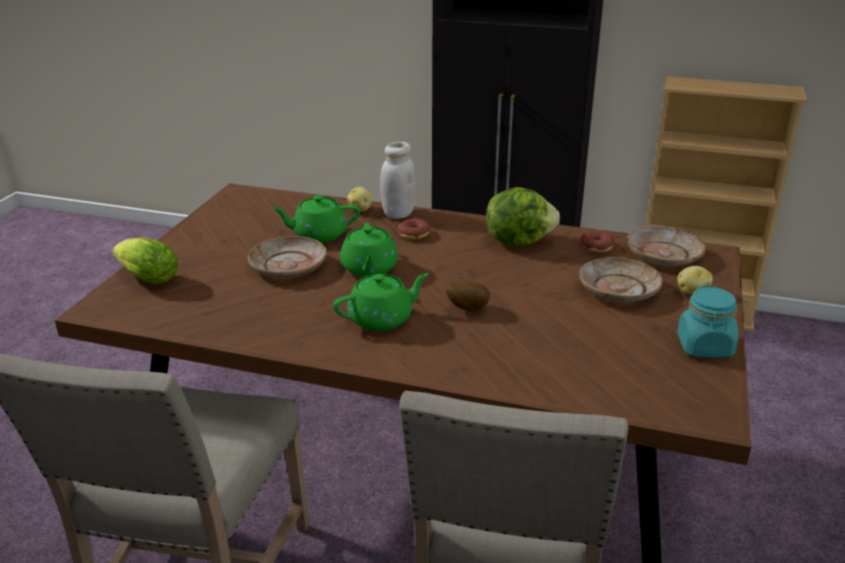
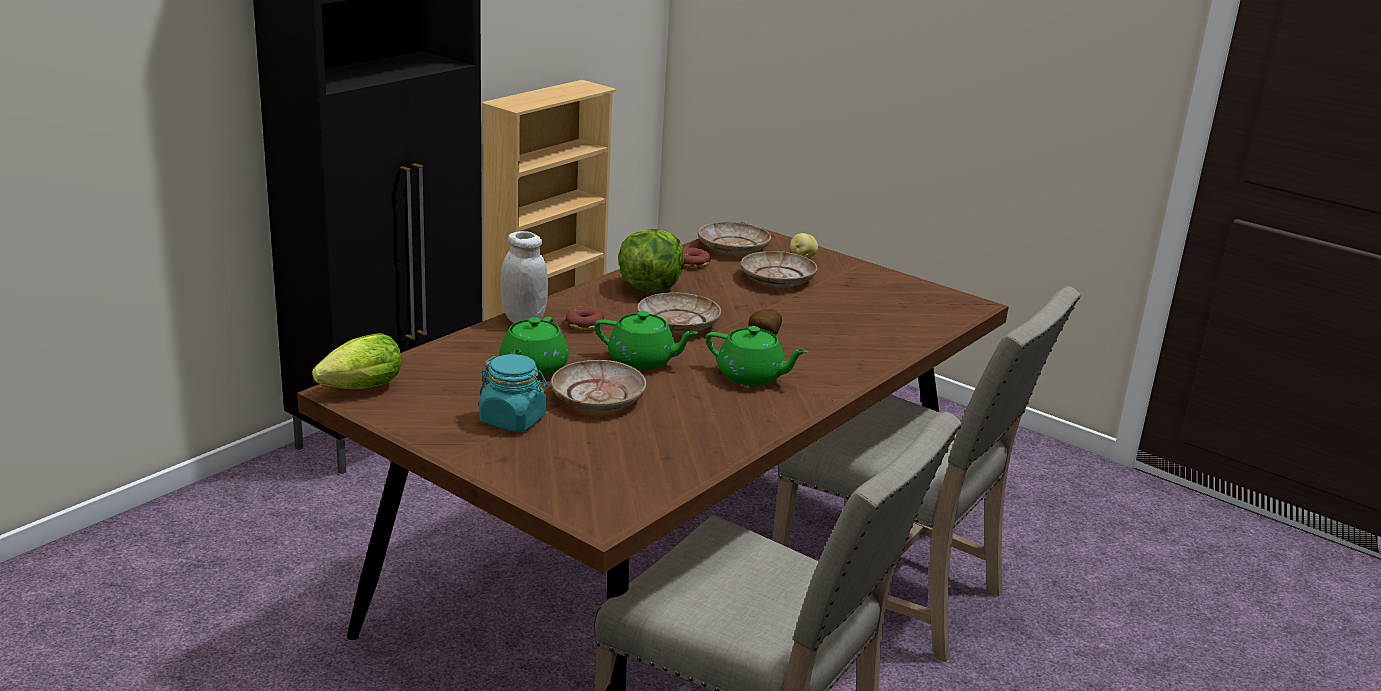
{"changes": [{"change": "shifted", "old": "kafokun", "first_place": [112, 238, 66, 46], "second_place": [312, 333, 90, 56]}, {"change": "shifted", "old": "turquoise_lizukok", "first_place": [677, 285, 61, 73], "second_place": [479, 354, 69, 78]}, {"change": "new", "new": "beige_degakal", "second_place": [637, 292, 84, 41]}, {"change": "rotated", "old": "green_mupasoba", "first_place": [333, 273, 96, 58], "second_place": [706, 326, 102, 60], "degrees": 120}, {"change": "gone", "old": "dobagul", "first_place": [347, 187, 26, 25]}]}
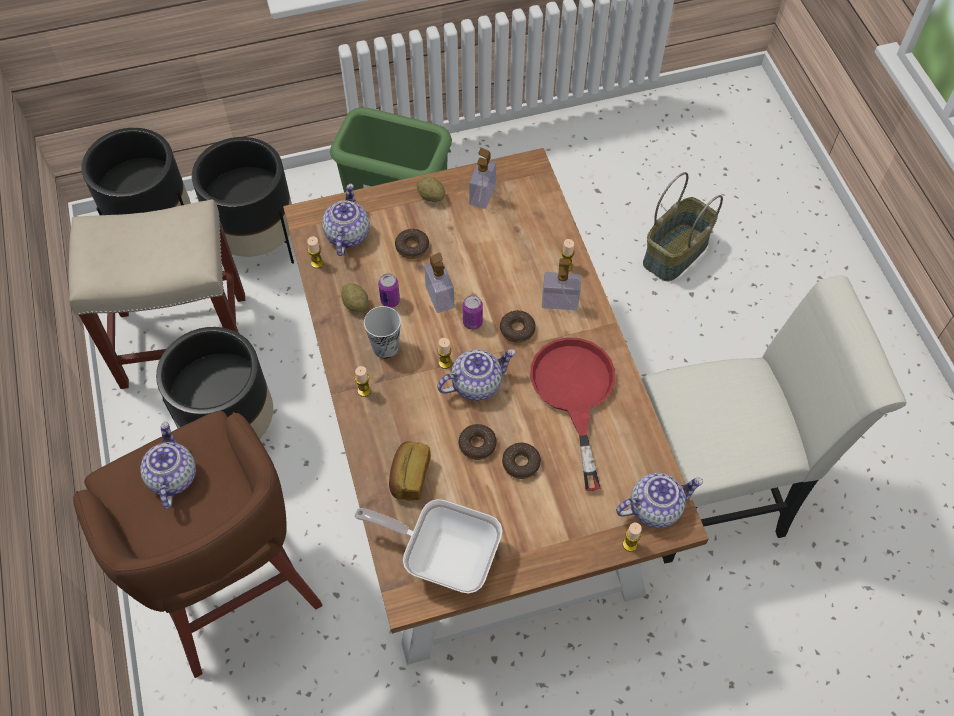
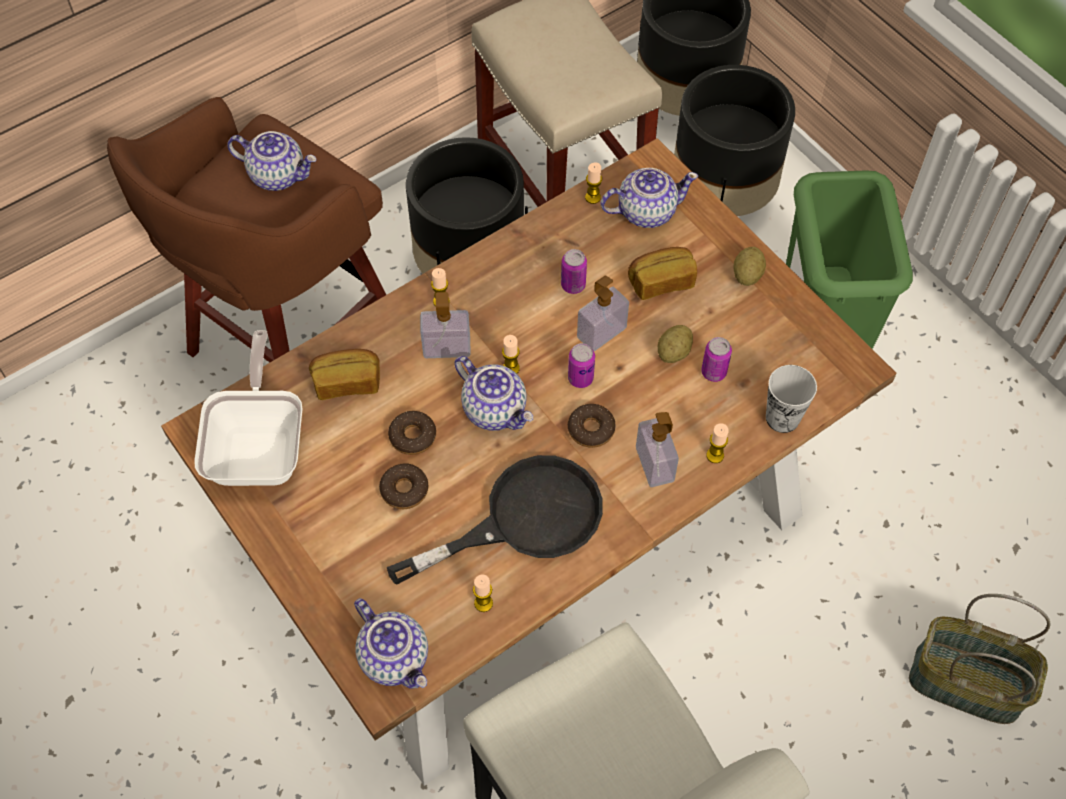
{"changes": [{"change": "rotated", "old": "mupasoba", "first_place": [140, 422, 56, 87], "second_place": [227, 131, 90, 60], "degrees": 45}, {"change": "repainted", "old": "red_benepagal", "new": "black_benepagal", "first_place": [530, 337, 85, 154], "second_place": [387, 455, 216, 130]}, {"change": "shifted", "old": "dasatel", "first_place": [469, 148, 27, 61], "second_place": [420, 292, 51, 66]}, {"change": "shifted", "old": "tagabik", "first_place": [623, 523, 19, 29], "second_place": [473, 575, 20, 37]}, {"change": "swapped", "old": "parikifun", "new": "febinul", "first_place": [395, 229, 34, 30], "second_place": [628, 247, 69, 53]}, {"change": "shifted", "old": "dobagul", "first_place": [341, 283, 27, 29], "second_place": [658, 325, 35, 38]}, {"change": "new", "new": "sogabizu", "second_place": [701, 337, 31, 45]}, {"change": "shifted", "old": "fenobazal", "first_place": [364, 306, 37, 53], "second_place": [766, 365, 51, 68]}]}
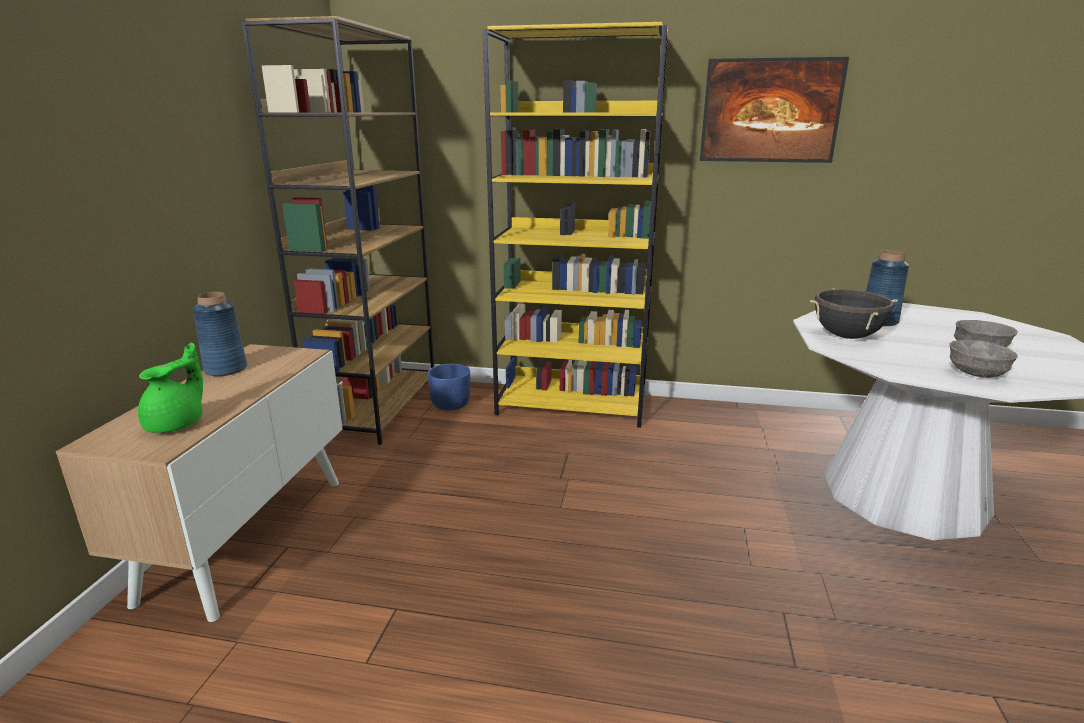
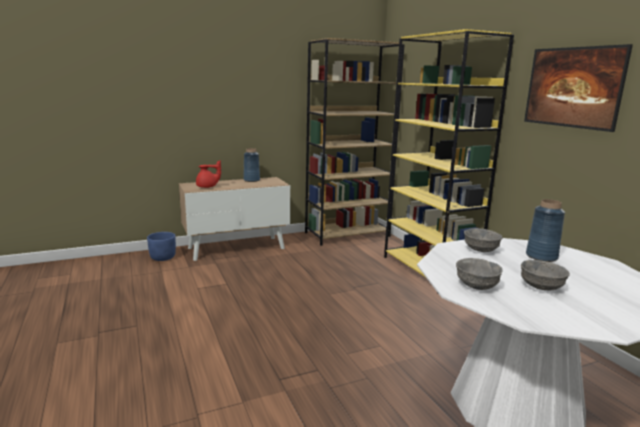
{"changes": [{"change": "shifted", "old": "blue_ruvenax", "first_place": [428, 364, 42, 47], "second_place": [147, 232, 29, 29]}, {"change": "repainted", "old": "green_mupasoba", "new": "red_mupasoba", "first_place": [138, 343, 65, 90], "second_place": [196, 160, 25, 28]}, {"change": "swapped", "old": "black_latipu", "new": "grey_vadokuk", "first_place": [810, 288, 88, 51], "second_place": [464, 228, 38, 24]}]}
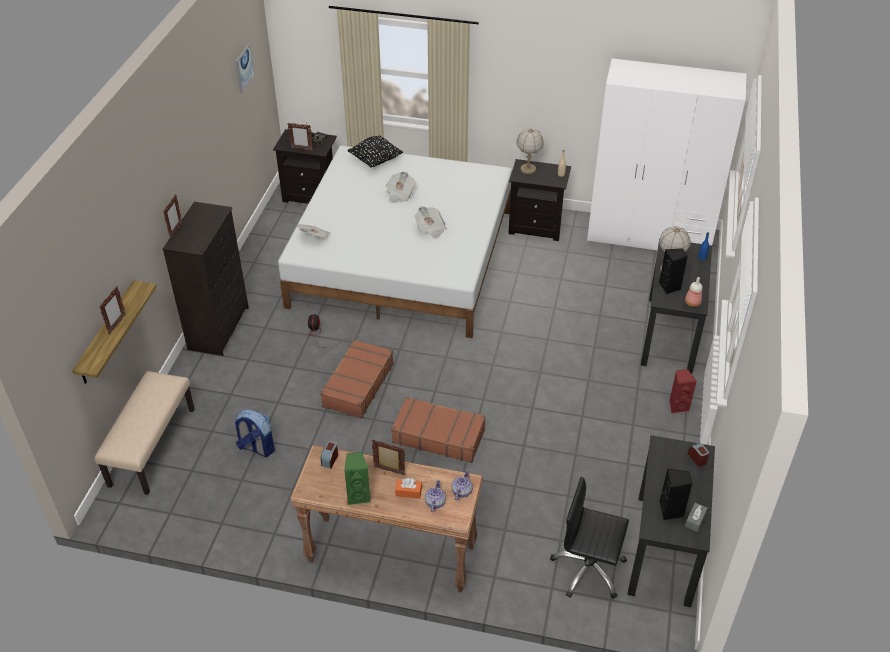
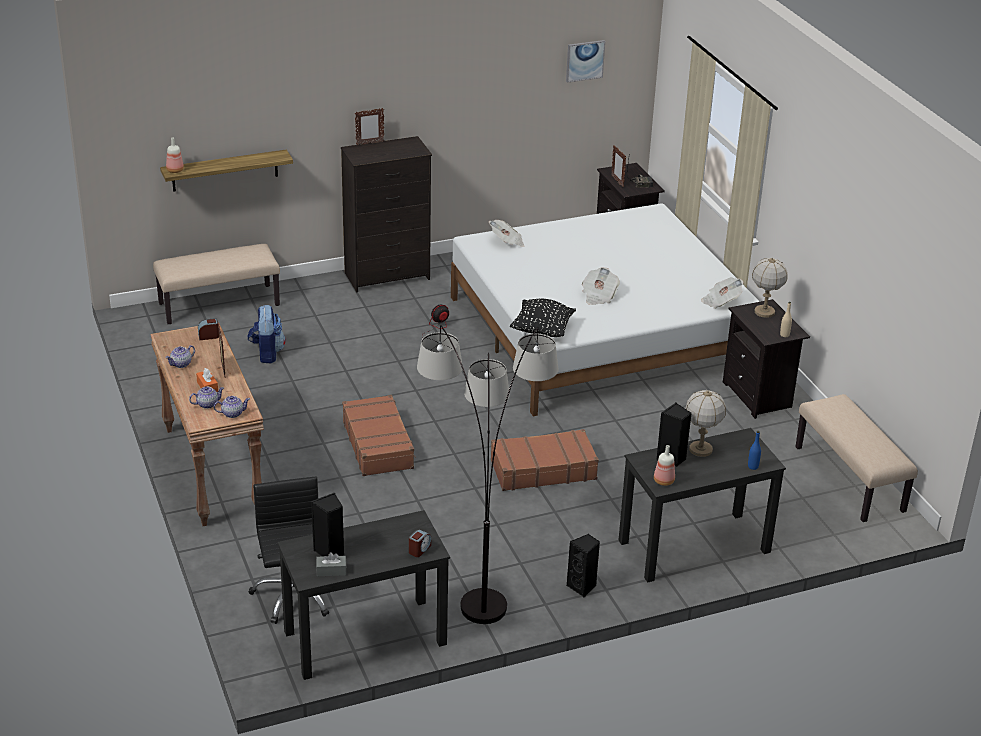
{"changes": [{"change": "swapped", "old": "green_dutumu", "new": "mupasoba", "first_place": [344, 452, 27, 53], "second_place": [165, 345, 30, 23]}, {"change": "new", "new": "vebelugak", "second_place": [166, 138, 18, 35]}, {"change": "new", "new": "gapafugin", "second_place": [417, 325, 141, 299]}, {"change": "shifted", "old": "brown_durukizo", "first_place": [320, 339, 74, 80], "second_place": [491, 429, 108, 62]}, {"change": "shifted", "old": "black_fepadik", "first_place": [348, 135, 55, 33], "second_place": [510, 299, 66, 38]}, {"change": "repainted", "old": "red_dutumu", "new": "black_dutumu", "first_place": [669, 369, 28, 44], "second_place": [566, 534, 34, 64]}, {"change": "shifted", "old": "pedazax", "first_place": [386, 171, 30, 32], "second_place": [701, 277, 43, 32]}, {"change": "swapped", "old": "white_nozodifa", "new": "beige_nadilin", "first_place": [587, 58, 160, 192], "second_place": [795, 394, 123, 128]}, {"change": "gone", "old": "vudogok", "first_place": [99, 286, 27, 48]}]}
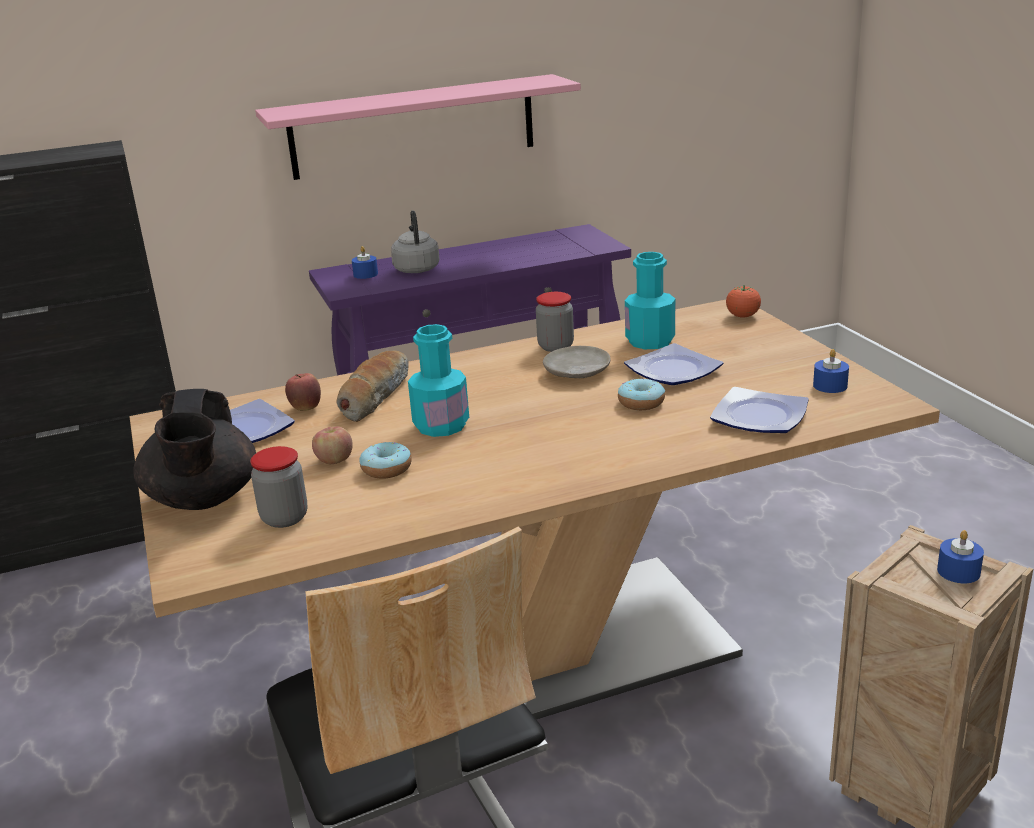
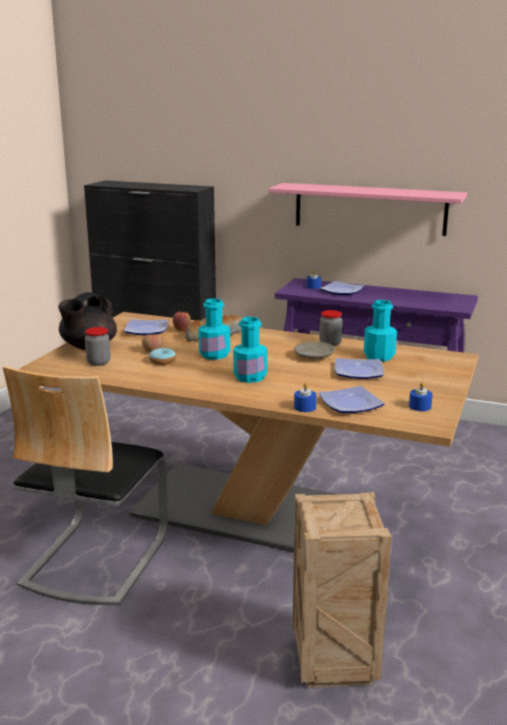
{"changes": [{"change": "new", "new": "turquoise_vebelugak", "second_place": [233, 317, 34, 66]}, {"change": "shifted", "old": "blue_tagabik", "first_place": [937, 530, 47, 53], "second_place": [294, 383, 23, 29]}, {"change": "swapped", "old": "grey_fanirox", "new": "degakal", "first_place": [391, 211, 49, 62], "second_place": [320, 281, 44, 14]}, {"change": "gone", "old": "parikifun", "first_place": [618, 379, 47, 31]}, {"change": "gone", "old": "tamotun", "first_place": [726, 286, 35, 32]}]}
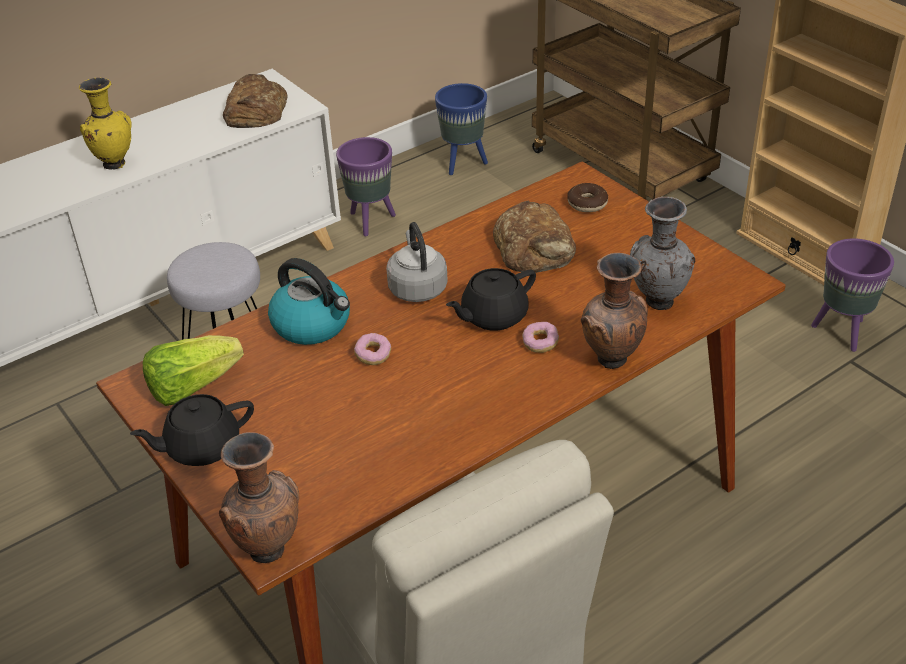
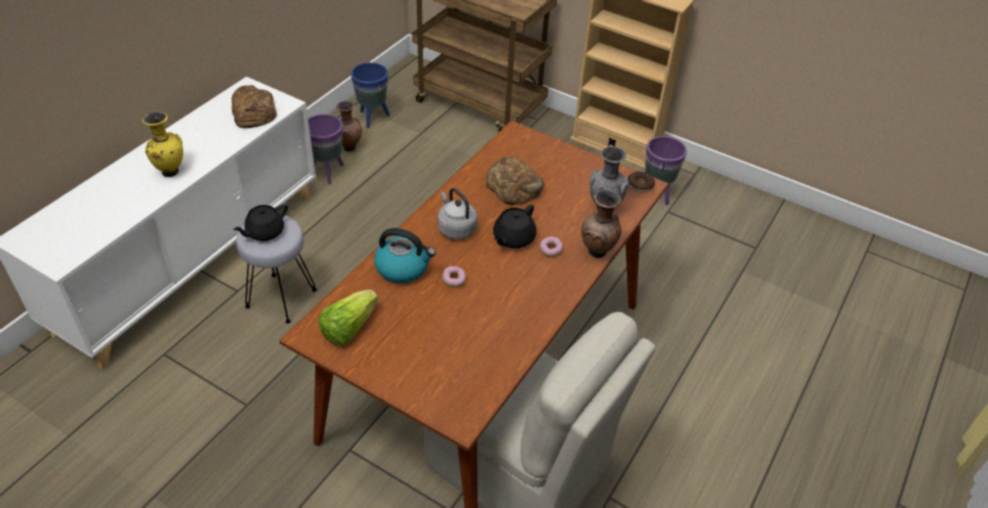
{"changes": [{"change": "shifted", "old": "black_mupasoba", "first_place": [130, 394, 124, 72], "second_place": [233, 204, 55, 37]}, {"change": "shifted", "old": "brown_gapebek", "first_place": [219, 432, 80, 131], "second_place": [336, 101, 26, 50]}, {"change": "shifted", "old": "parikifun", "first_place": [567, 183, 41, 29], "second_place": [628, 171, 27, 22]}]}
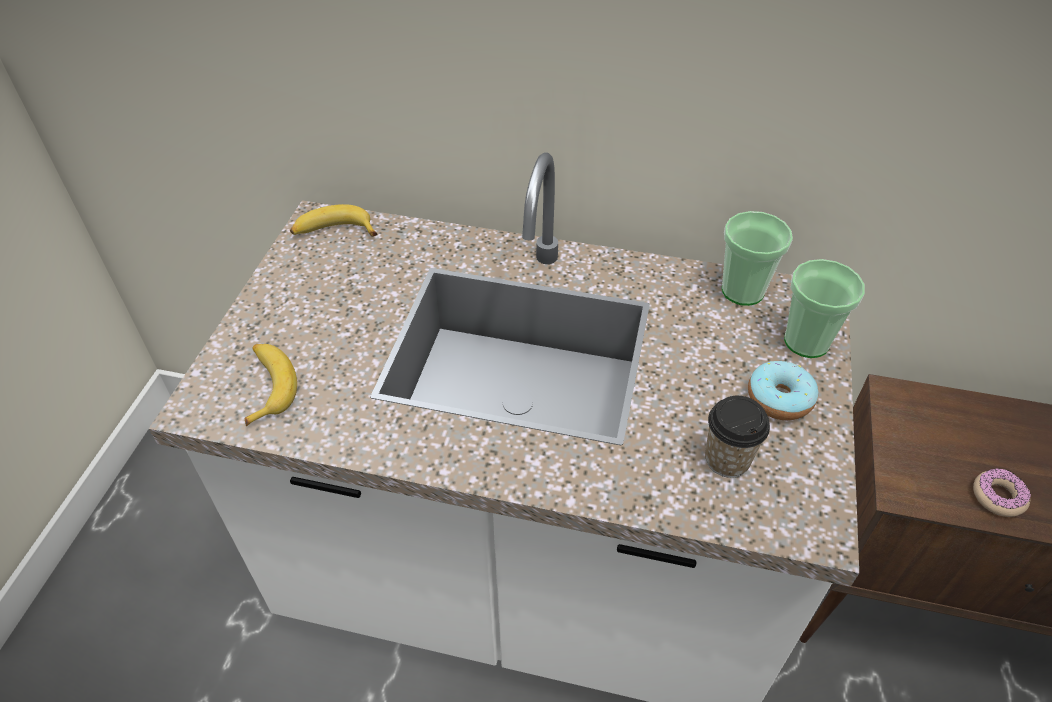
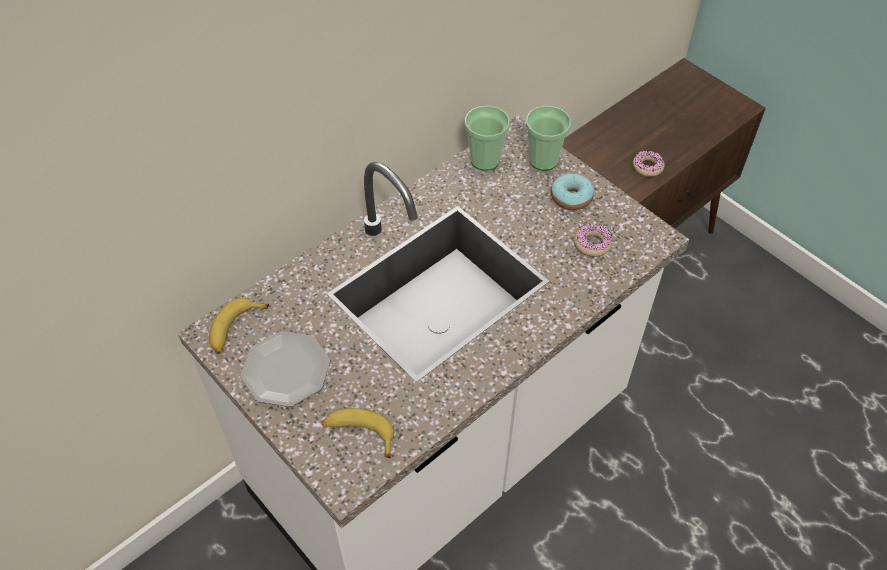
{"changes": [{"change": "new", "new": "degakal", "second_place": [240, 331, 90, 76]}, {"change": "swapped", "old": "fenobazal", "new": "parikifun", "first_place": [705, 396, 65, 82], "second_place": [574, 224, 39, 33]}]}
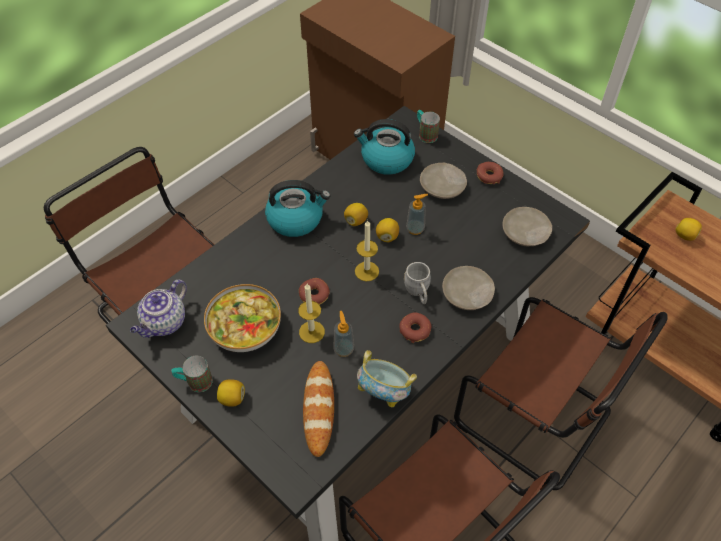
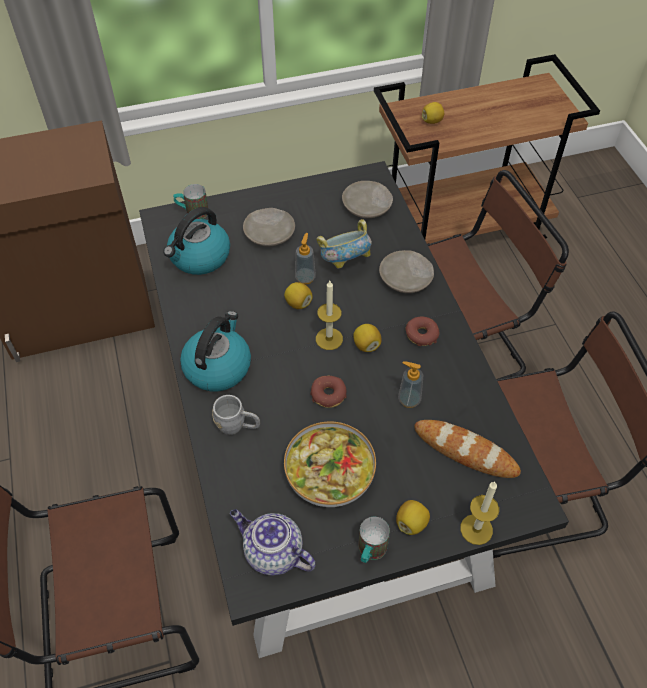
{"changes": [{"change": "shifted", "old": "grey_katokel", "first_place": [404, 262, 27, 42], "second_place": [212, 395, 48, 40]}, {"change": "rotated", "old": "mupasoba", "first_place": [130, 280, 57, 58], "second_place": [230, 509, 85, 67], "degrees": 150}, {"change": "shifted", "old": "vadokuk", "first_place": [357, 350, 60, 57], "second_place": [316, 219, 56, 50]}, {"change": "shifted", "old": "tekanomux", "first_place": [344, 203, 24, 23], "second_place": [353, 324, 29, 28]}, {"change": "shifted", "old": "tagabik", "first_place": [298, 284, 27, 59], "second_place": [460, 482, 39, 63]}, {"change": "gone", "old": "parikifun", "first_place": [477, 162, 26, 22]}]}
